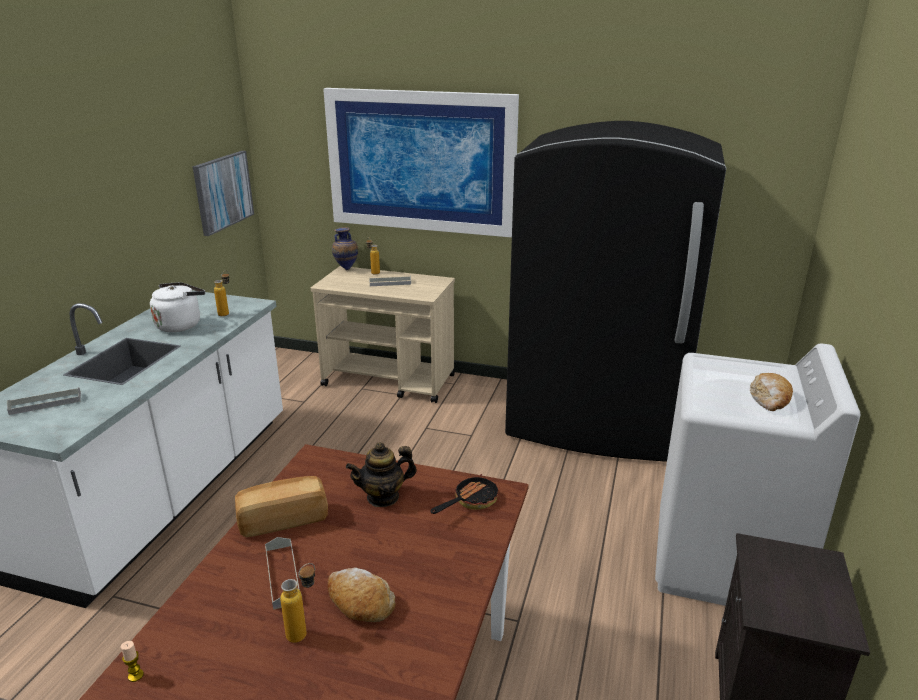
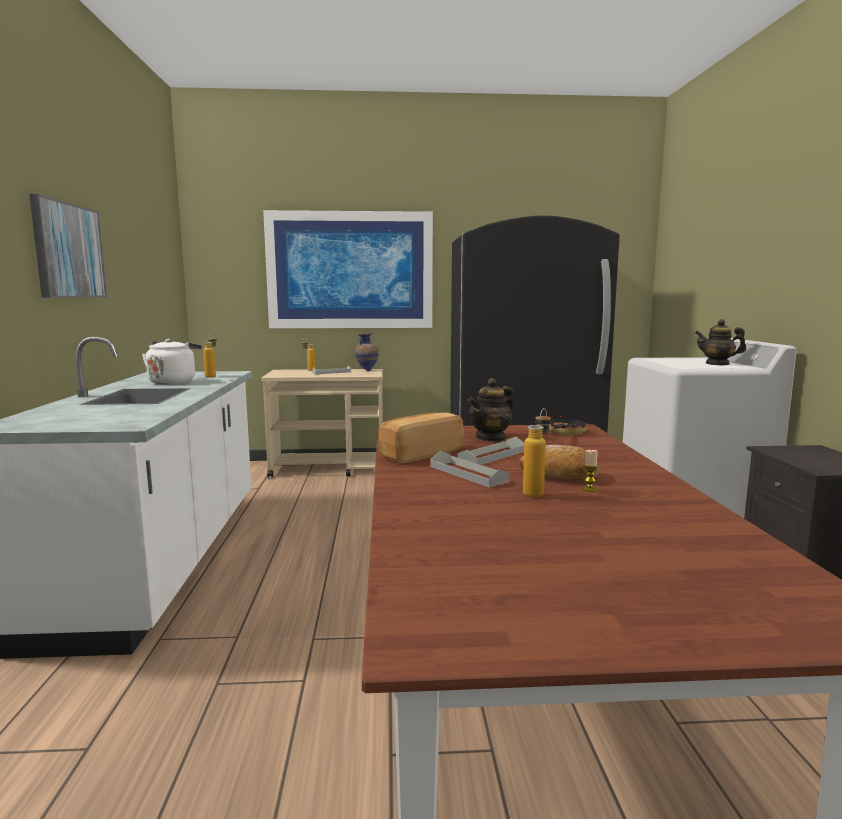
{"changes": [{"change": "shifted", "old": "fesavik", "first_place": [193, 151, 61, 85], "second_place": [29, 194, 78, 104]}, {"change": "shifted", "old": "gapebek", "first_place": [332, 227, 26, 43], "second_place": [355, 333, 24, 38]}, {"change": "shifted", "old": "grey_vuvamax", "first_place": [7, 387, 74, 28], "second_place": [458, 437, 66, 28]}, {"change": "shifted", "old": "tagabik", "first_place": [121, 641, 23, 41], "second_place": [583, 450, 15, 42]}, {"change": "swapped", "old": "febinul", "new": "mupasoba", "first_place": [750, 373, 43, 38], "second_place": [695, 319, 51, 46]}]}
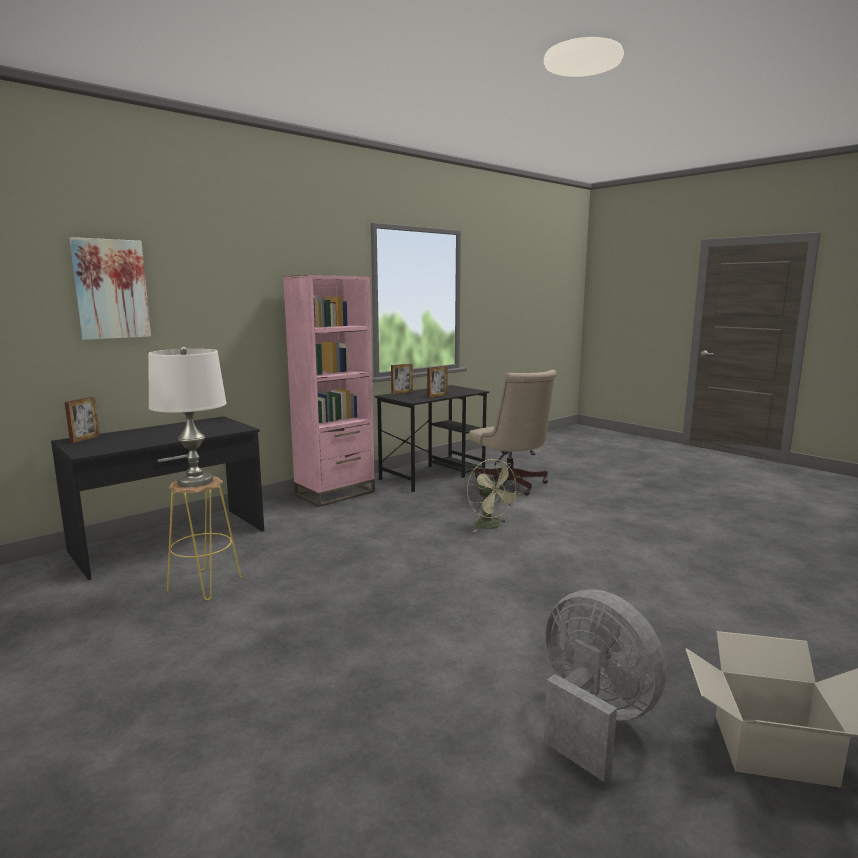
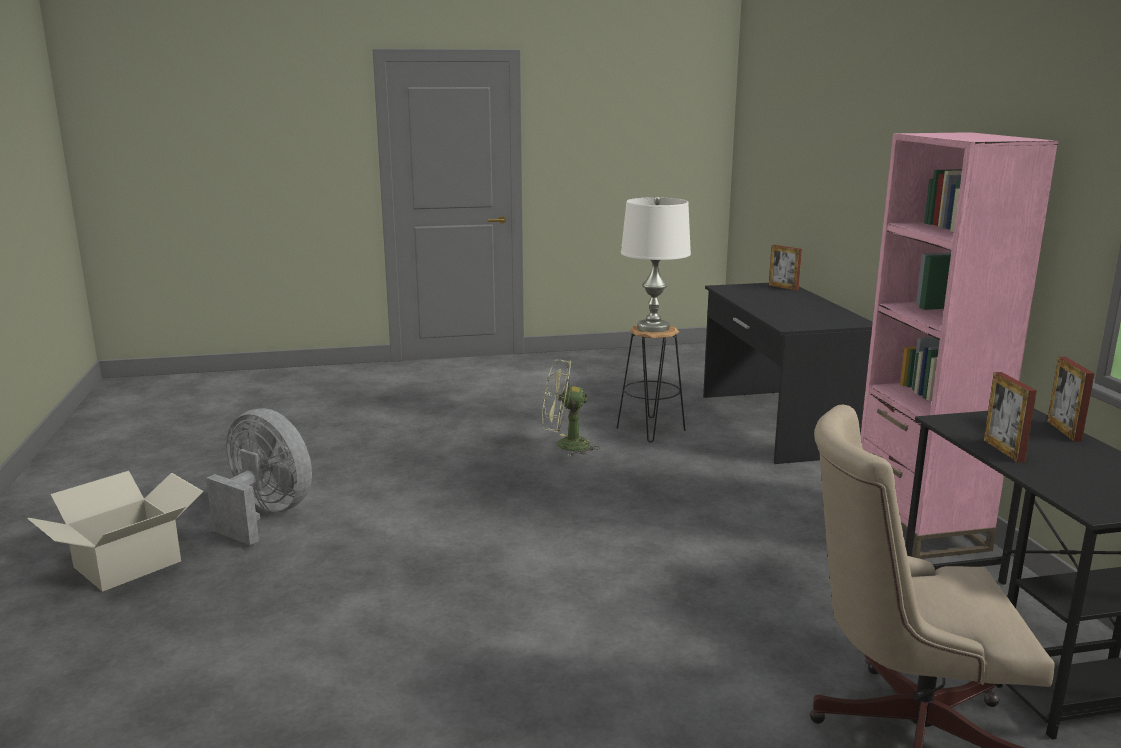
{"changes": [{"change": "rotated", "old": "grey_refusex", "first_place": [544, 589, 123, 193], "second_place": [206, 409, 106, 136], "degrees": -135}, {"change": "shifted", "old": "green_refusex", "first_place": [467, 459, 55, 73], "second_place": [542, 360, 58, 96]}, {"change": "repainted", "old": "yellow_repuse", "new": "black_repuse", "first_place": [167, 476, 75, 125], "second_place": [616, 325, 70, 117]}, {"change": "gone", "old": "fesavik", "first_place": [69, 237, 82, 103]}]}
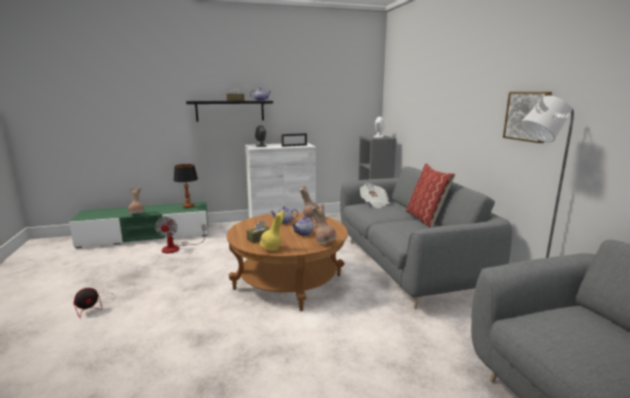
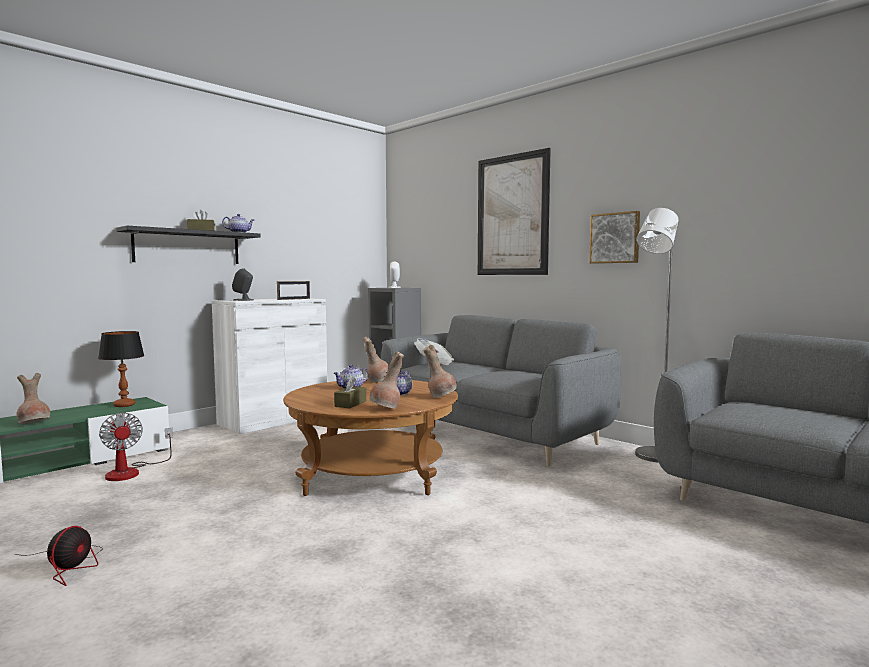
{"changes": [{"change": "repainted", "old": "yellow_gapebek", "new": "brown_gapebek", "first_place": [260, 210, 25, 41], "second_place": [369, 352, 35, 57]}, {"change": "new", "new": "fesavik", "second_place": [478, 148, 73, 127]}, {"change": "gone", "old": "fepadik", "first_place": [406, 163, 49, 65]}]}
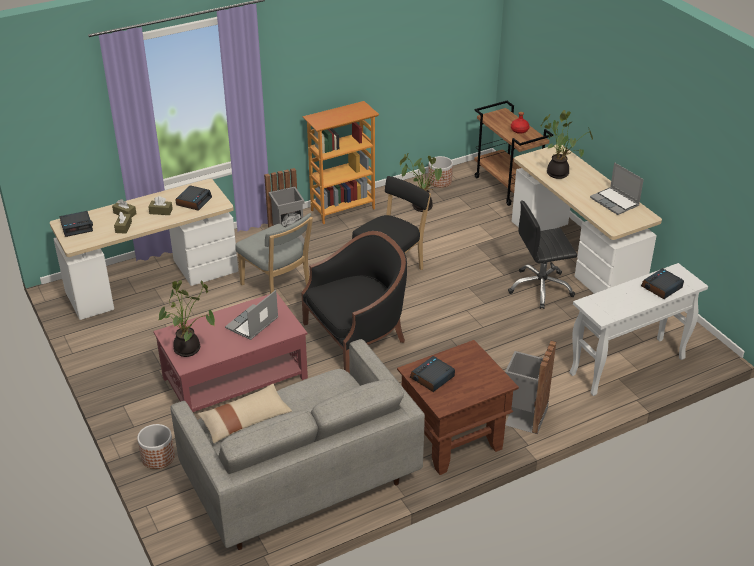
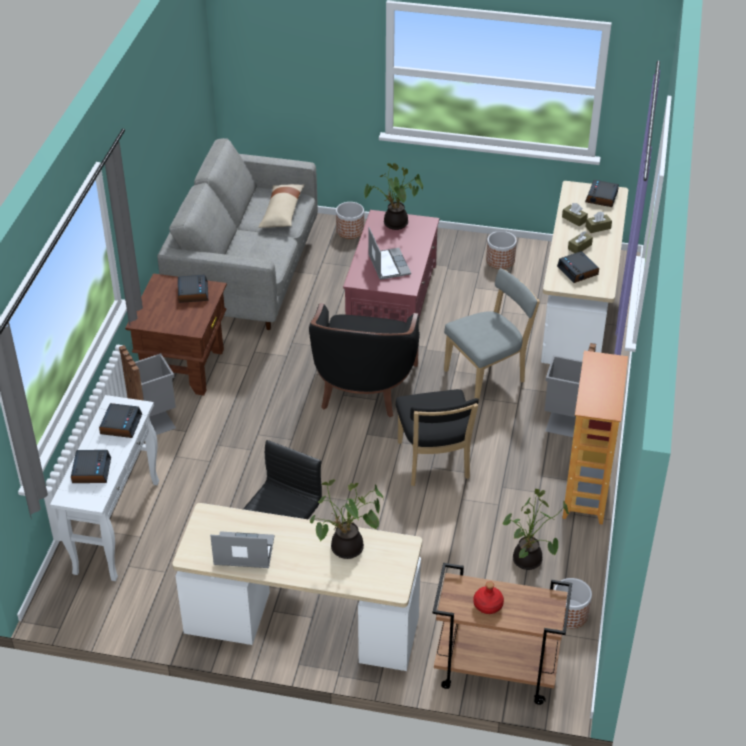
{"changes": [{"change": "new", "new": "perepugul", "second_place": [99, 403, 43, 35]}, {"change": "rotated", "old": "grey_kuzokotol", "first_place": [235, 213, 78, 81], "second_place": [444, 268, 96, 135], "degrees": 150}, {"change": "new", "new": "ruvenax", "second_place": [486, 231, 31, 38]}]}
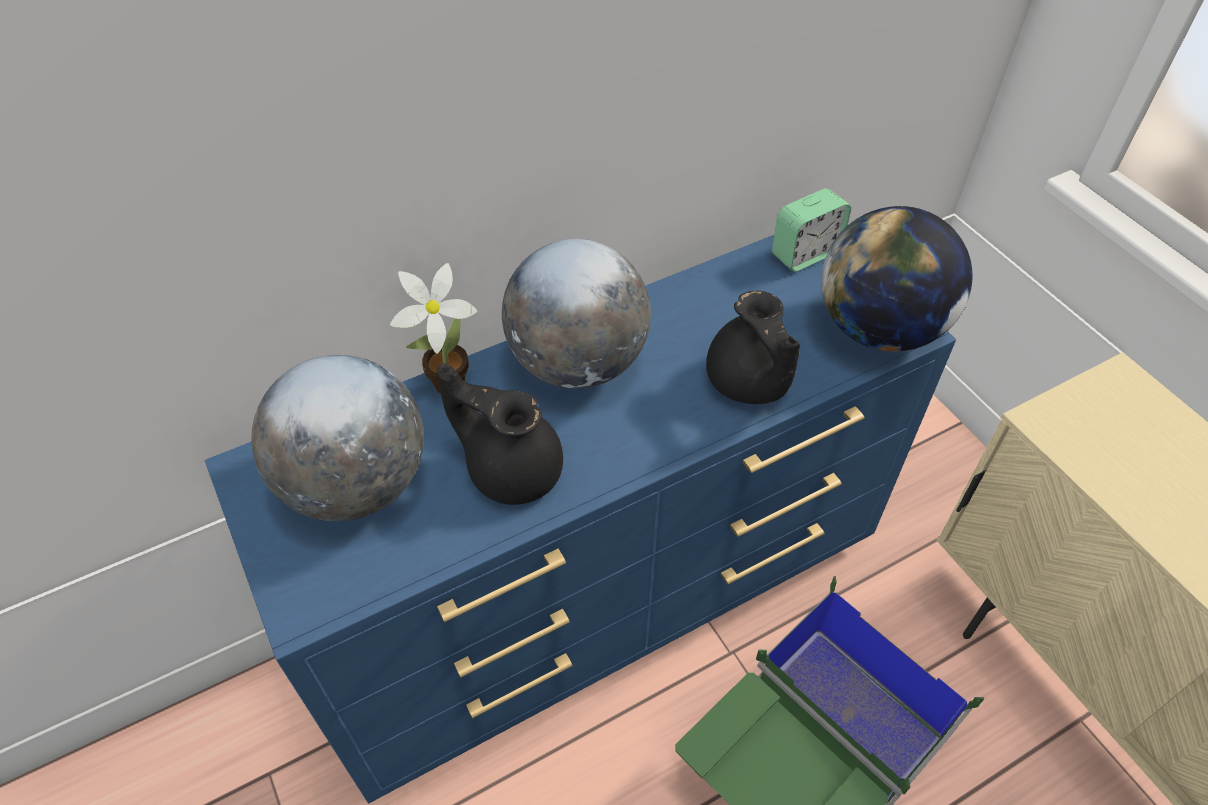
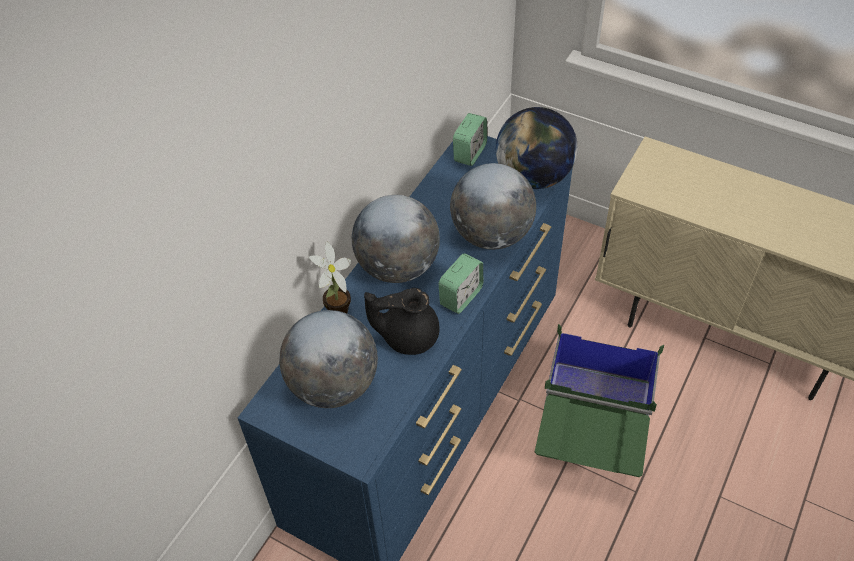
{"changes": [{"change": "new", "new": "perepugul", "second_place": [439, 253, 44, 61]}, {"change": "swapped", "old": "black_mupasoba", "new": "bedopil", "first_place": [706, 291, 94, 113], "second_place": [450, 163, 86, 87]}]}
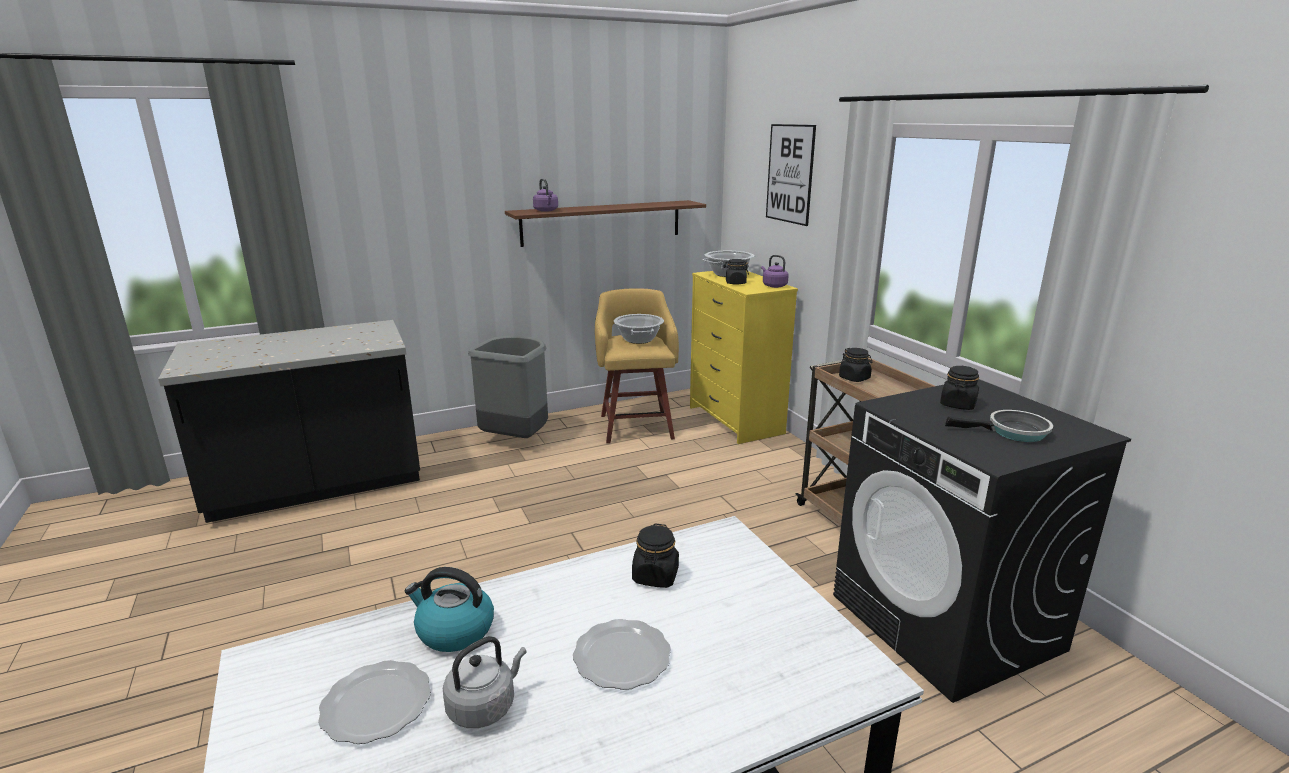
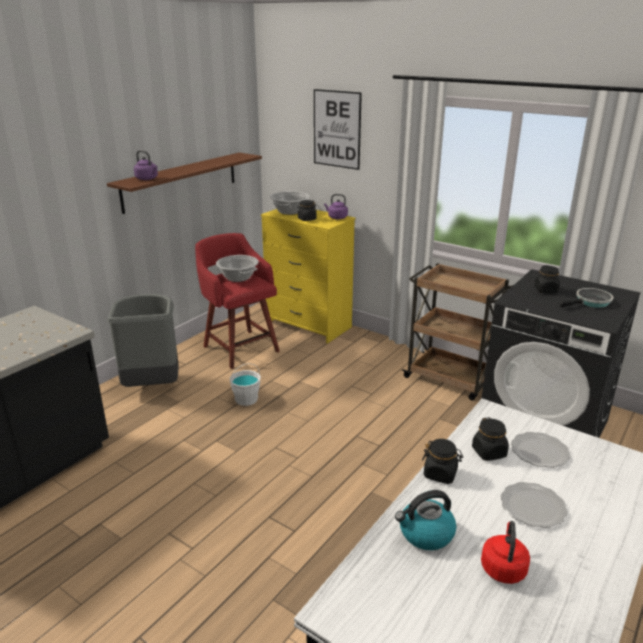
{"changes": [{"change": "repainted", "old": "yellow_repuse", "new": "red_repuse", "first_place": [595, 288, 84, 155], "second_place": [195, 233, 85, 136]}, {"change": "new", "new": "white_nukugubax", "second_place": [230, 363, 31, 43]}, {"change": "shifted", "old": "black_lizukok", "first_place": [839, 348, 33, 34], "second_place": [422, 439, 41, 45]}, {"change": "repainted", "old": "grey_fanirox", "new": "red_fanirox", "first_place": [443, 636, 83, 92], "second_place": [481, 521, 49, 63]}, {"change": "shifted", "old": "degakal", "first_place": [318, 660, 113, 84], "second_place": [511, 432, 59, 36]}]}
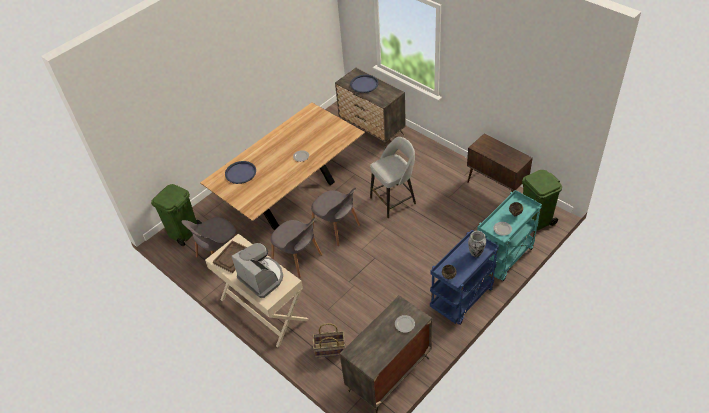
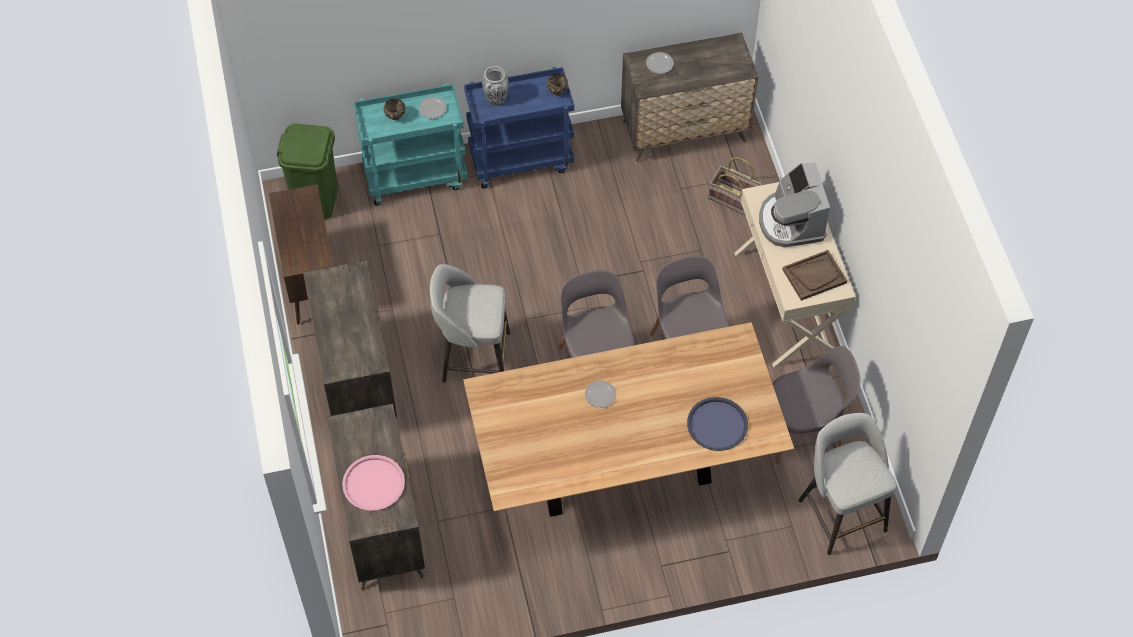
{"changes": [{"change": "new", "new": "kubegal", "second_place": [303, 260, 94, 158]}, {"change": "repainted", "old": "blue_vuvamax", "new": "pink_vuvamax", "first_place": [350, 75, 29, 18], "second_place": [342, 455, 63, 56]}, {"change": "swapped", "old": "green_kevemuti", "new": "grey_repuse", "first_place": [151, 184, 51, 62], "second_place": [798, 413, 98, 142]}]}
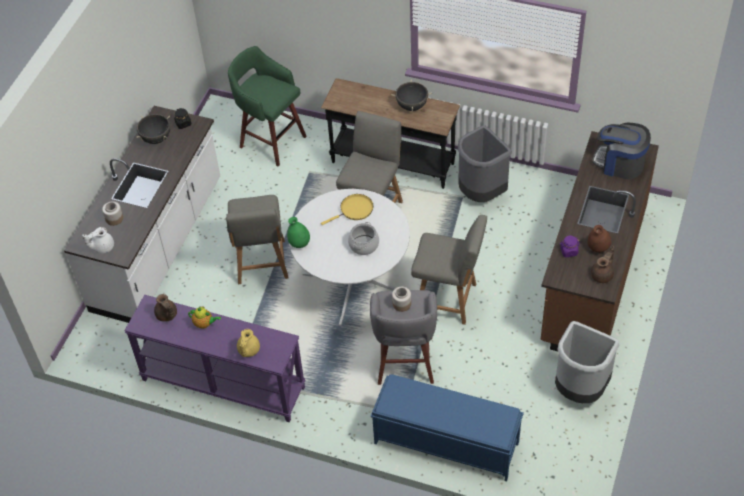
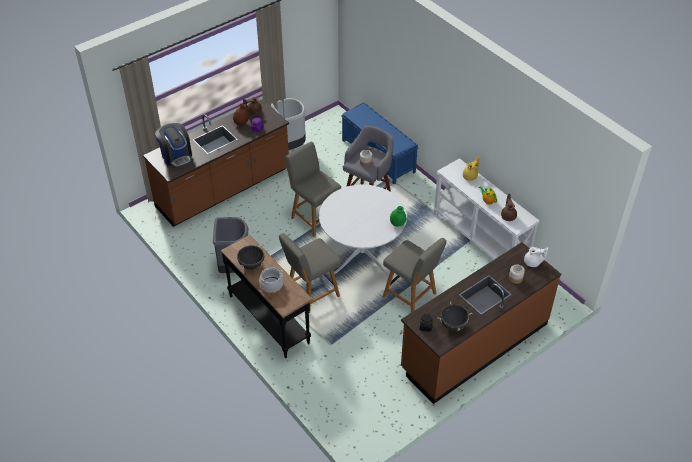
{"changes": [{"change": "shifted", "old": "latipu", "first_place": [348, 222, 31, 33], "second_place": [259, 267, 25, 25]}, {"change": "rotated", "old": "grey_kuzokotol", "first_place": [226, 195, 62, 90], "second_place": [383, 238, 64, 75], "degrees": 105}, {"change": "repainted", "old": "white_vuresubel", "new": "brown_vuresubel", "first_place": [64, 106, 156, 217], "second_place": [401, 242, 160, 162]}, {"change": "repainted", "old": "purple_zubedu", "new": "white_zubedu", "first_place": [124, 295, 181, 127], "second_place": [433, 158, 107, 102]}, {"change": "gone", "old": "green_repuse", "first_place": [228, 46, 79, 121]}, {"change": "gone", "old": "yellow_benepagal", "first_place": [321, 194, 52, 31]}]}
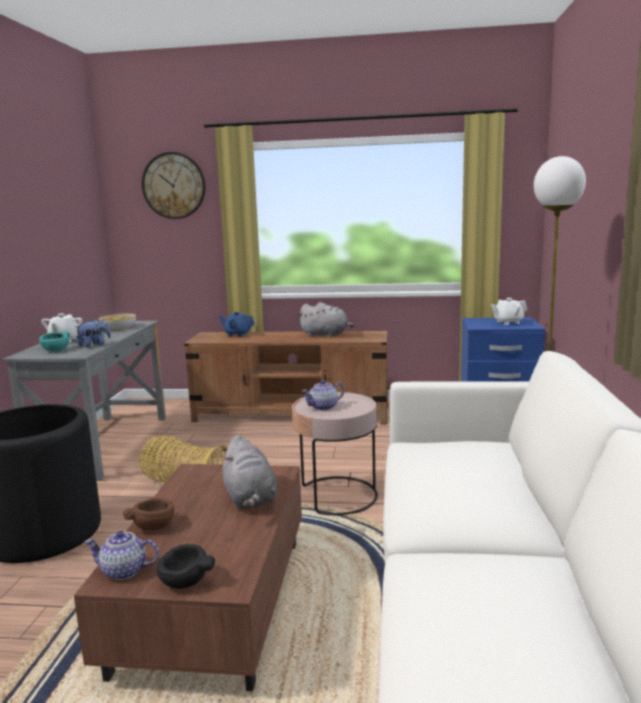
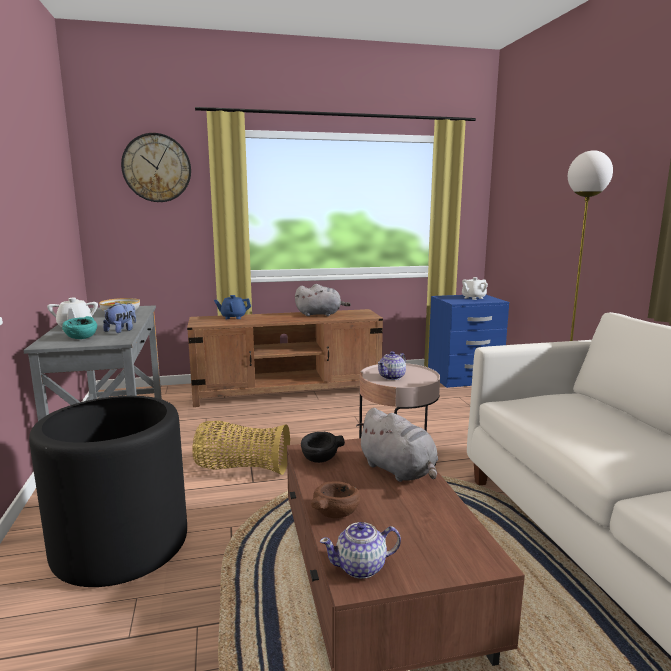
{"changes": [{"change": "shifted", "old": "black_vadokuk", "first_place": [157, 544, 58, 45], "second_place": [301, 432, 44, 31]}]}
